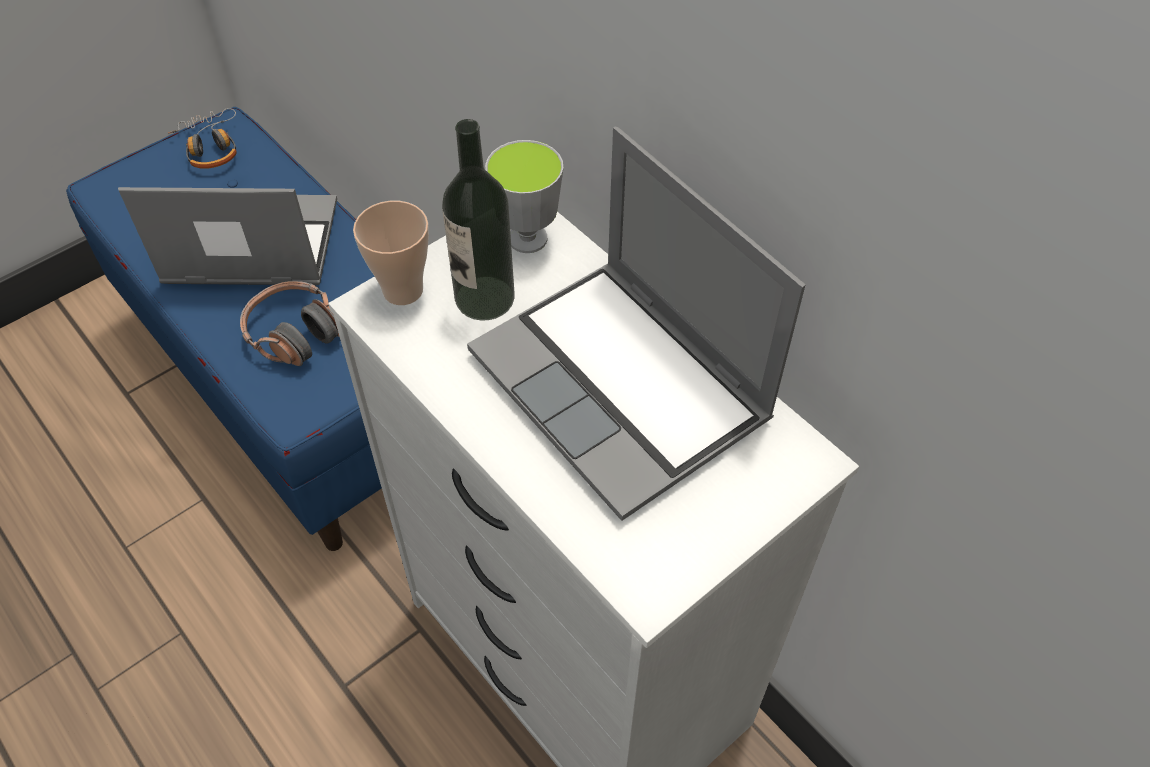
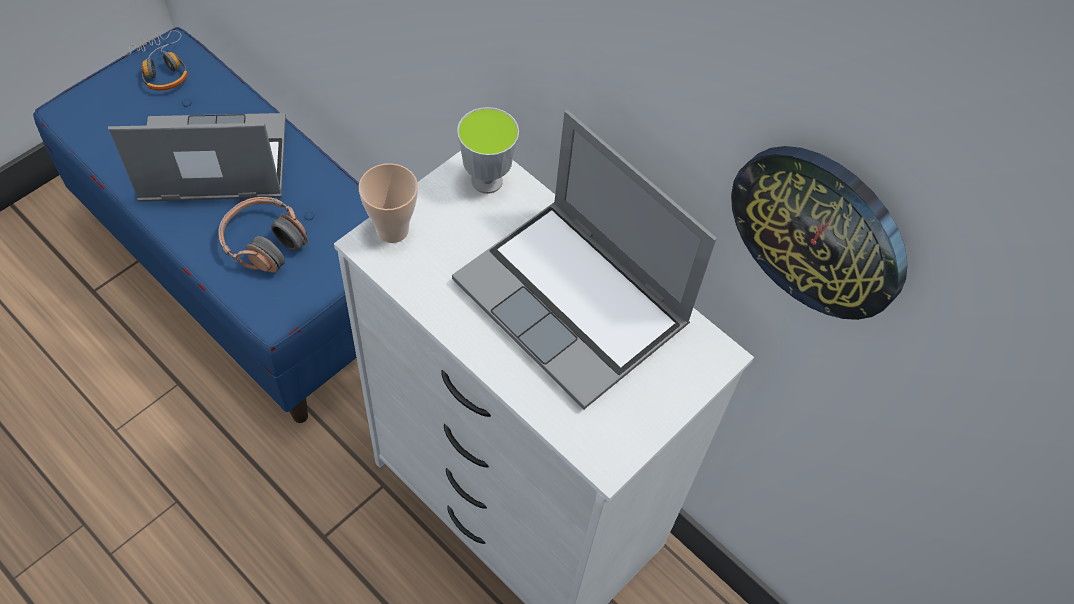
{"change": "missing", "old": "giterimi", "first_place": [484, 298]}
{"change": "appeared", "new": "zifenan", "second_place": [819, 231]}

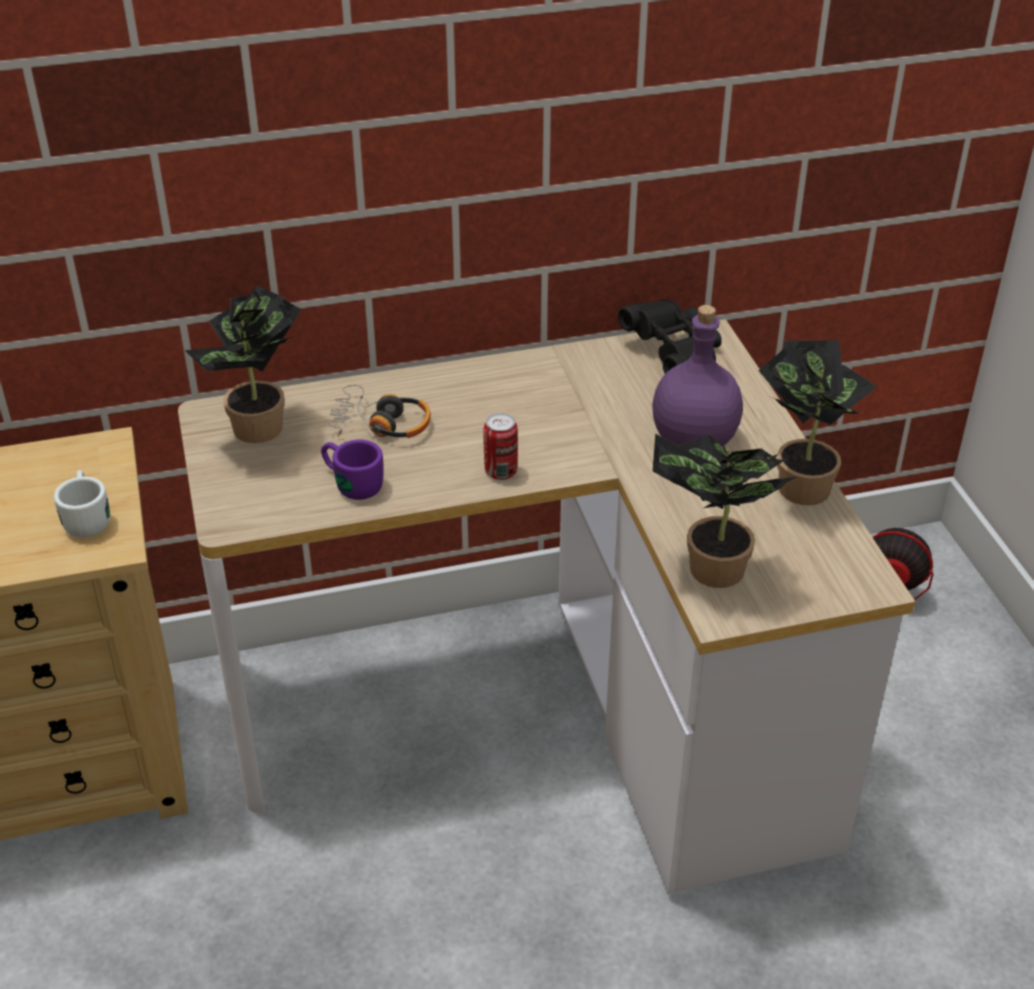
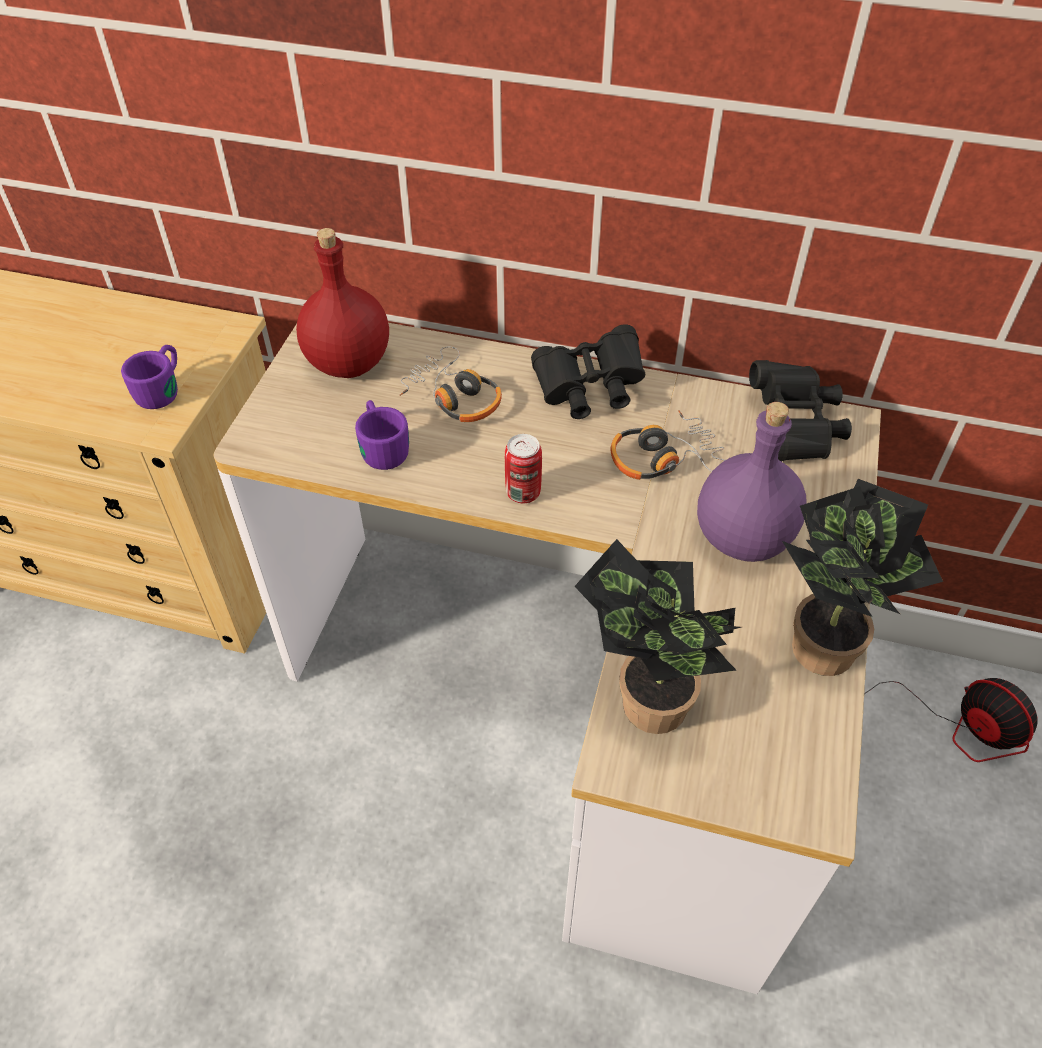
{"change": "appeared", "new": "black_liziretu", "second_place": [589, 390]}
{"change": "appeared", "new": "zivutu", "second_place": [664, 458]}
{"change": "exchanged", "old": "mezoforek", "new": "red_giterimi", "first_place": [260, 432], "second_place": [347, 364]}
{"change": "colour", "old": "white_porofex", "new": "purple_porofex", "first_place": [87, 516], "second_place": [163, 388]}

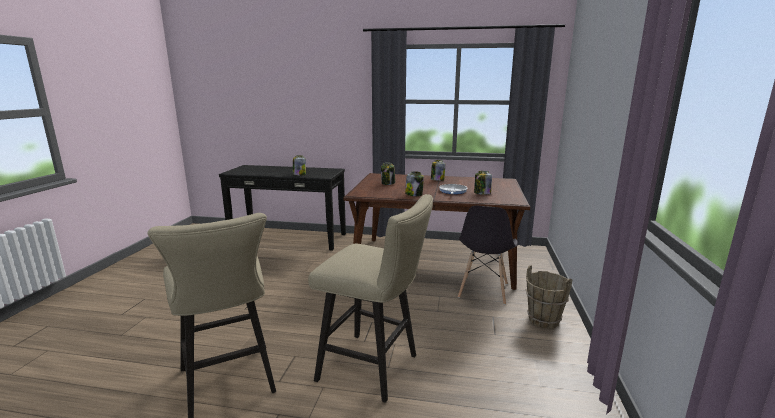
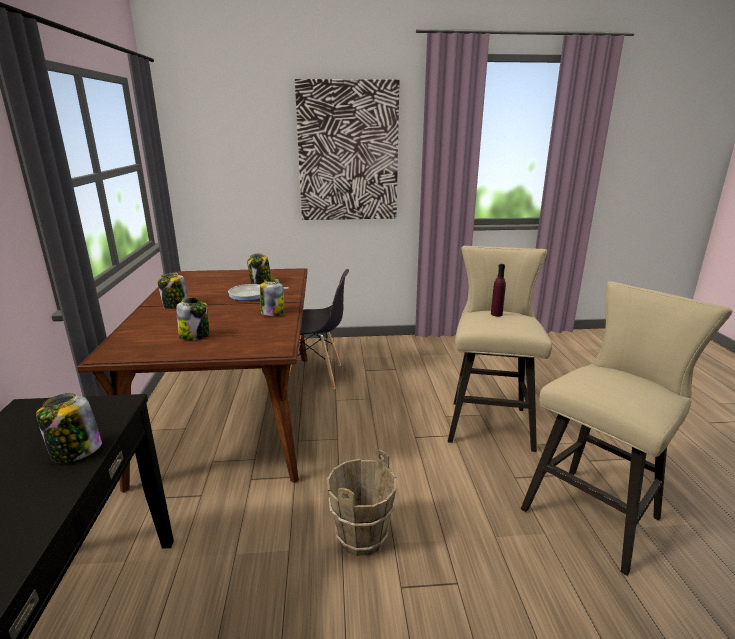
{"change": "appeared", "new": "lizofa", "second_place": [348, 152]}
{"change": "appeared", "new": "purple_giterimi", "second_place": [496, 314]}
{"change": "relocated", "old": "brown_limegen", "first_place": [543, 320], "second_place": [361, 537]}

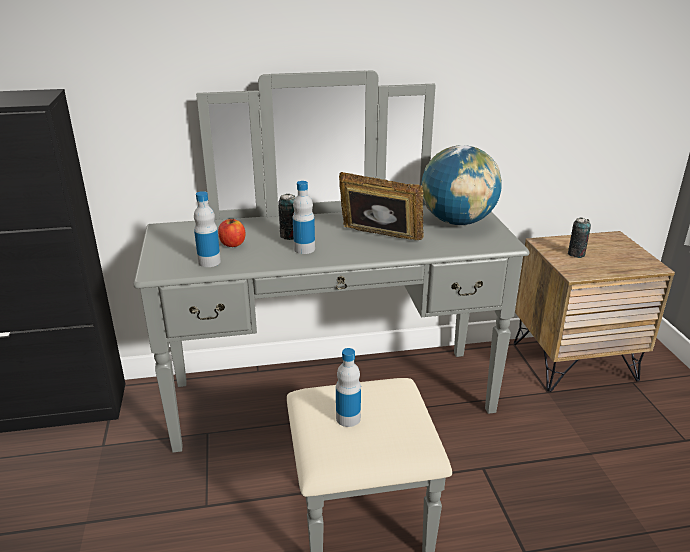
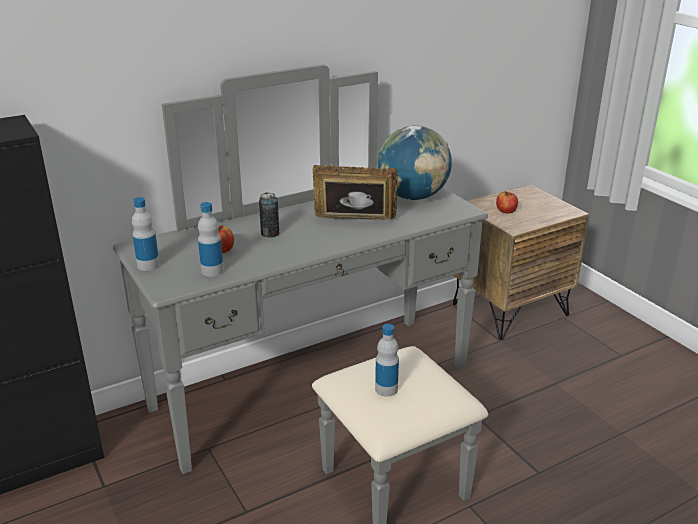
{"change": "relocated", "old": "giterimi", "first_place": [304, 249], "second_place": [148, 265]}
{"change": "exchanged", "old": "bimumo", "new": "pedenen", "first_place": [576, 254], "second_place": [506, 211]}

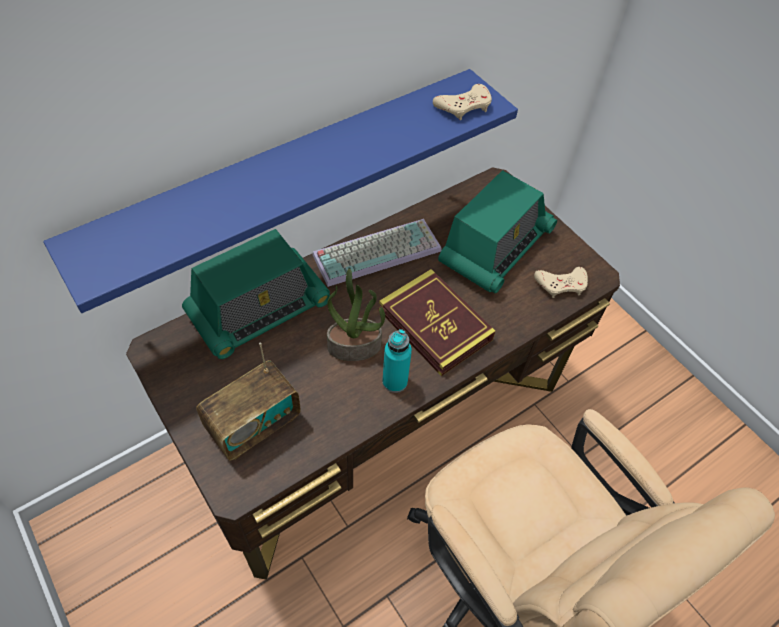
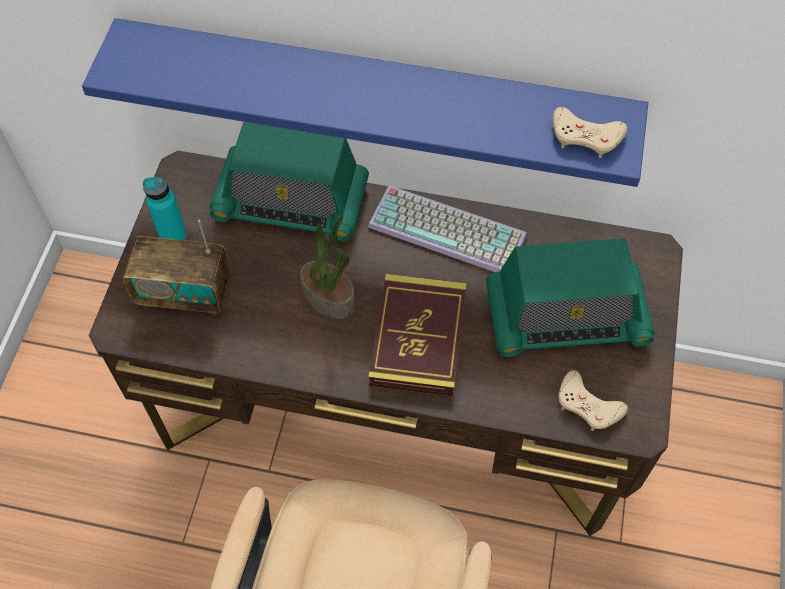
{"change": "relocated", "old": "turquoise_giterimi", "first_place": [395, 381], "second_place": [173, 236]}

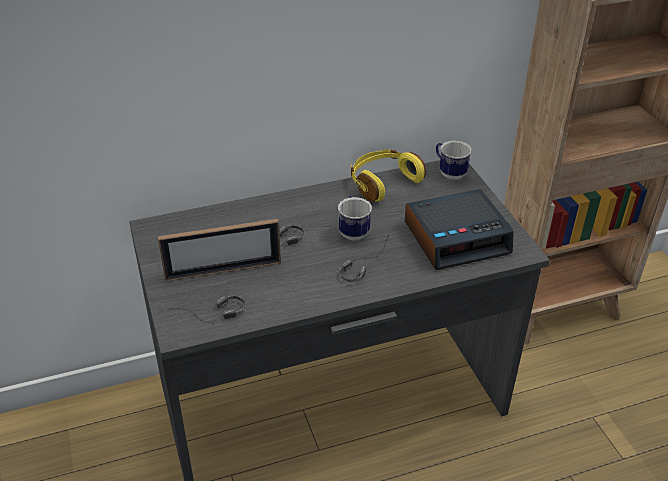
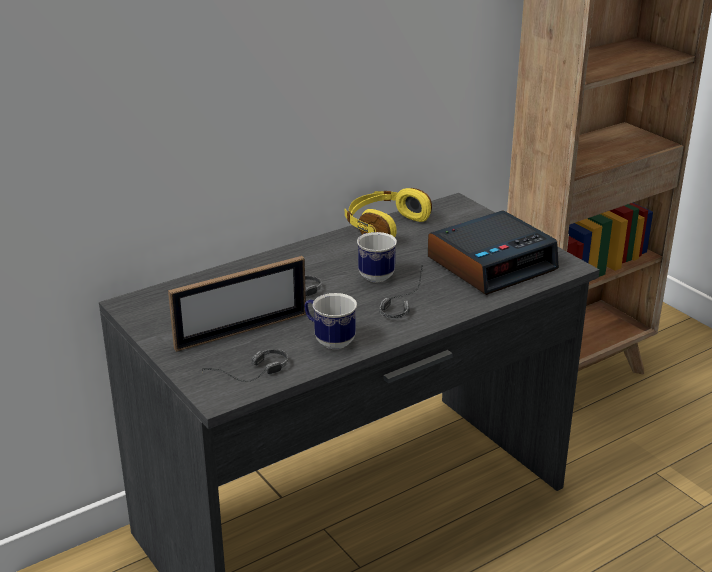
{"change": "relocated", "old": "porofex", "first_place": [449, 173], "second_place": [329, 340]}

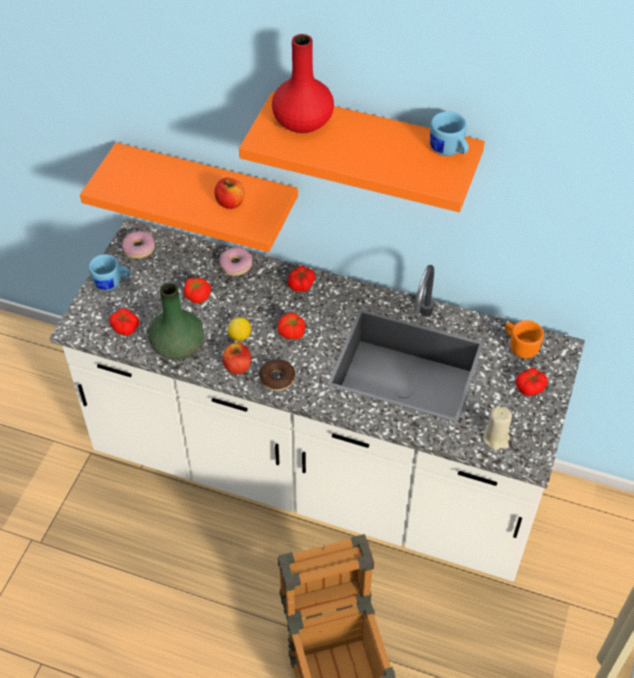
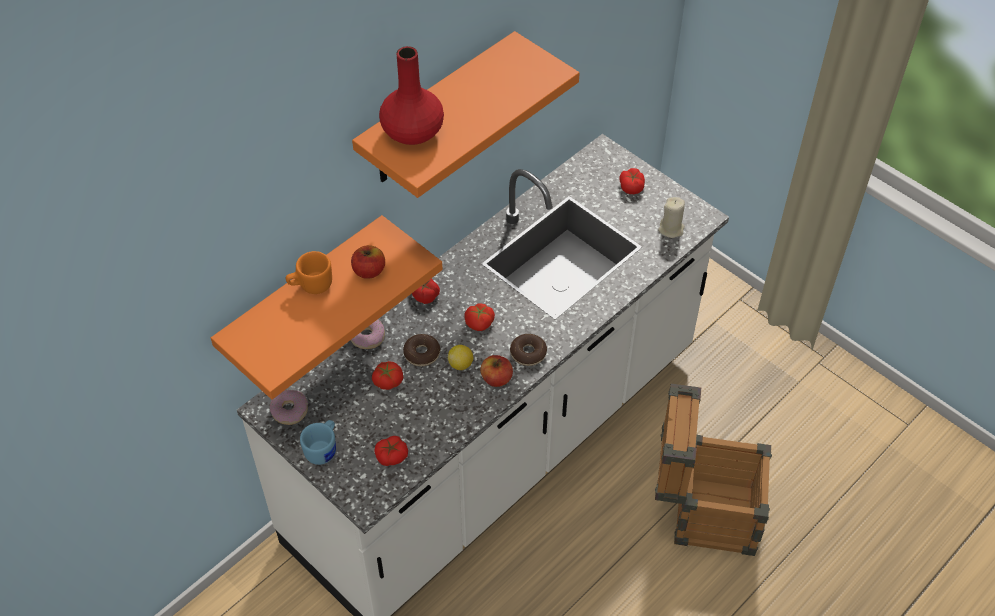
{"change": "missing", "old": "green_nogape", "first_place": [178, 347]}
{"change": "missing", "old": "blue_porofex", "first_place": [449, 151]}
{"change": "appeared", "new": "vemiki", "second_place": [422, 354]}
{"change": "relocated", "old": "orange_porofex", "first_place": [520, 346], "second_place": [310, 285]}

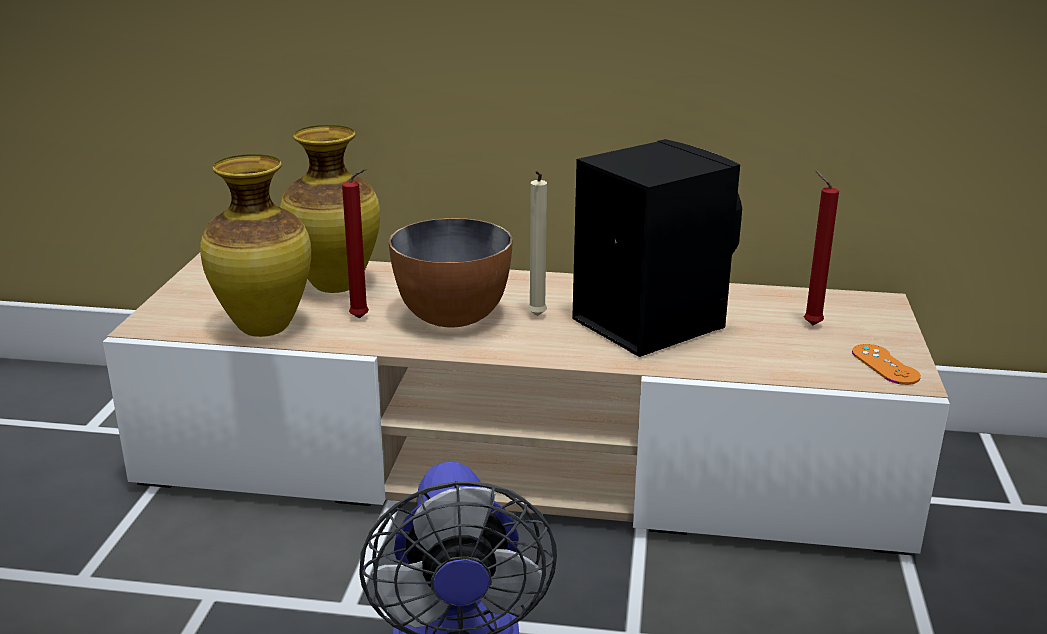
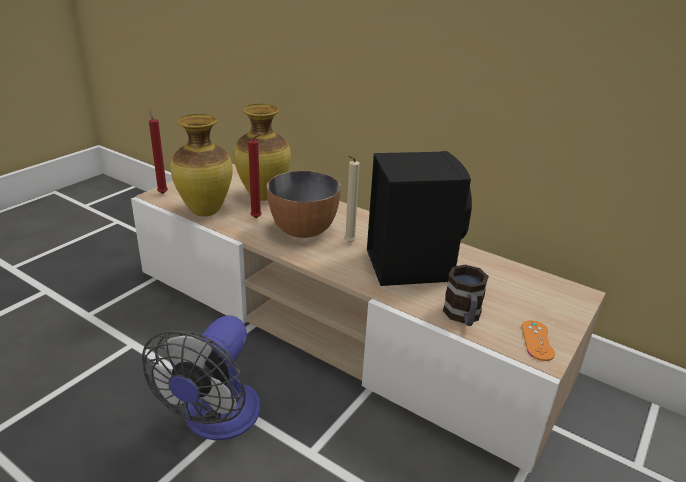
{"change": "appeared", "new": "porofex", "second_place": [463, 316]}
{"change": "relocated", "old": "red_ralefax", "first_place": [809, 324], "second_place": [162, 193]}

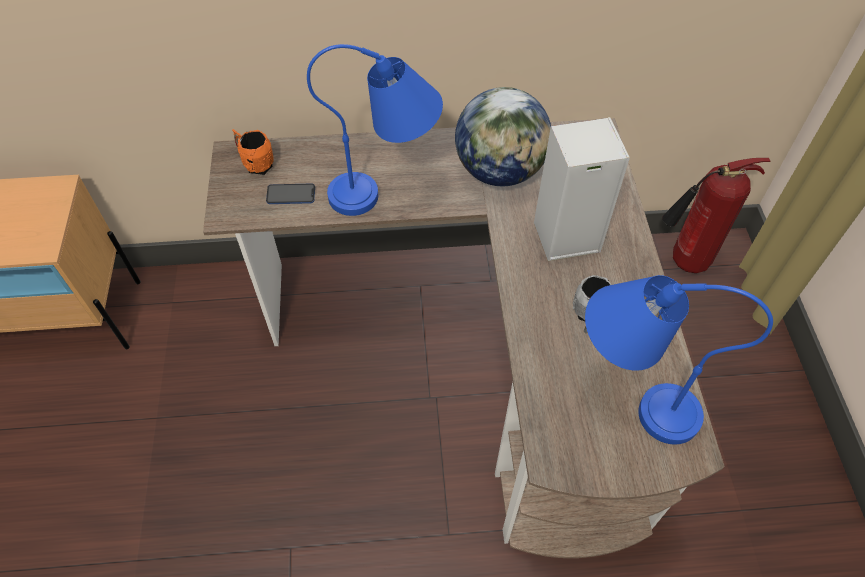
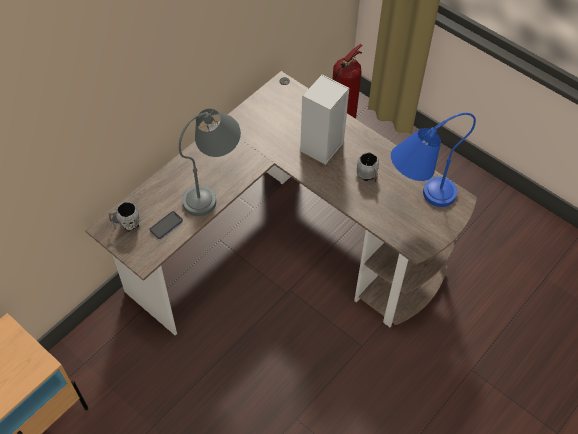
{"change": "missing", "old": "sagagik", "first_place": [500, 171]}
{"change": "colour", "old": "orange_porofex", "new": "grey_porofex", "first_place": [255, 163], "second_place": [126, 224]}
{"change": "colour", "old": "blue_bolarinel", "new": "grey_bolarinel", "first_place": [387, 190], "second_place": [213, 186]}

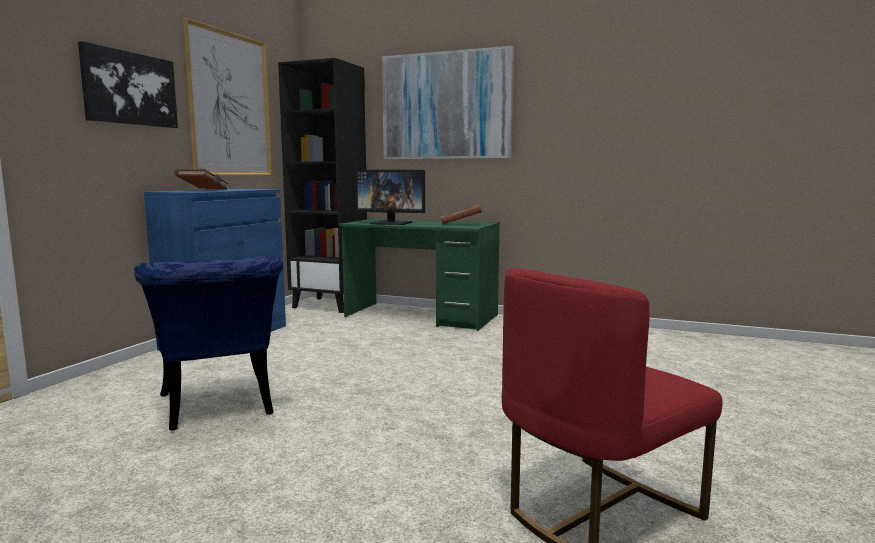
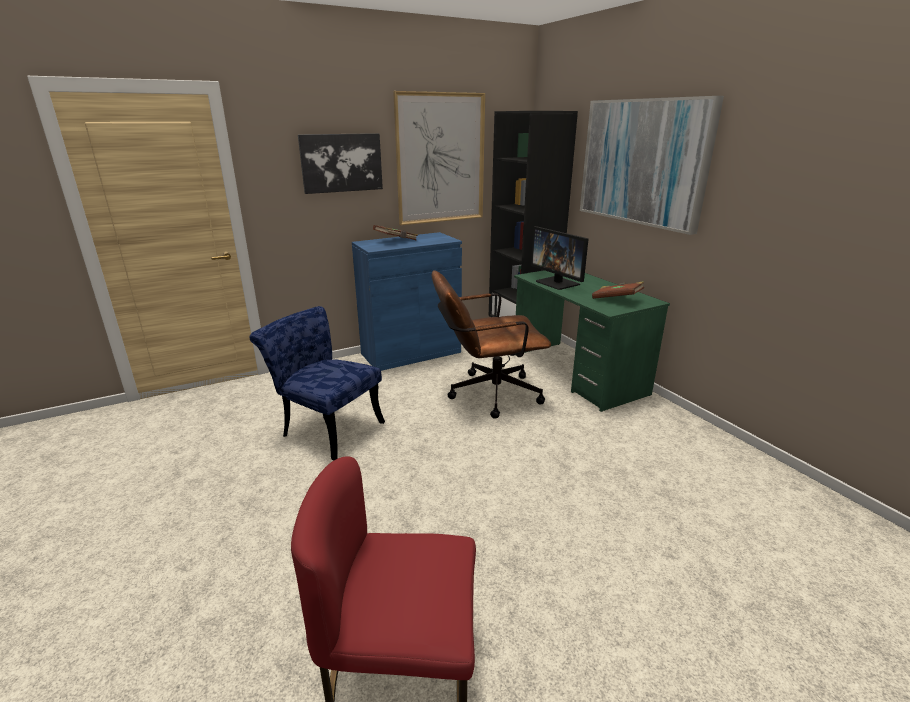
{"change": "appeared", "new": "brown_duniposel", "second_place": [486, 394]}
{"change": "spun", "old": "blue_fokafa", "first_place": [218, 409], "second_place": [326, 427], "degrees": 105}

